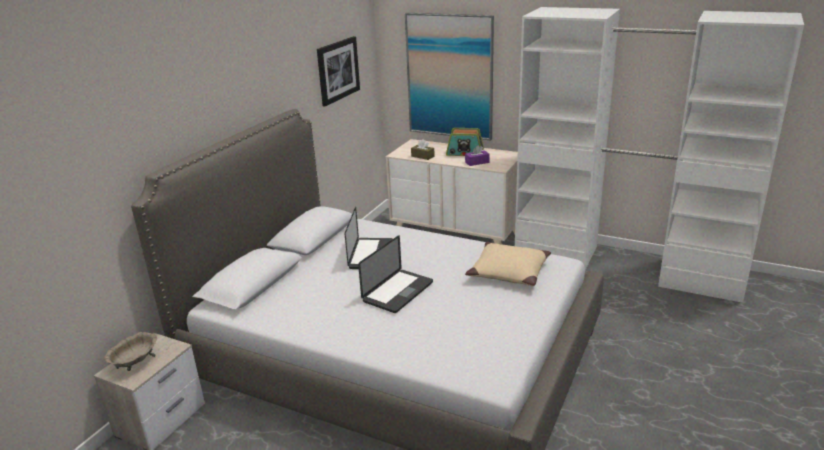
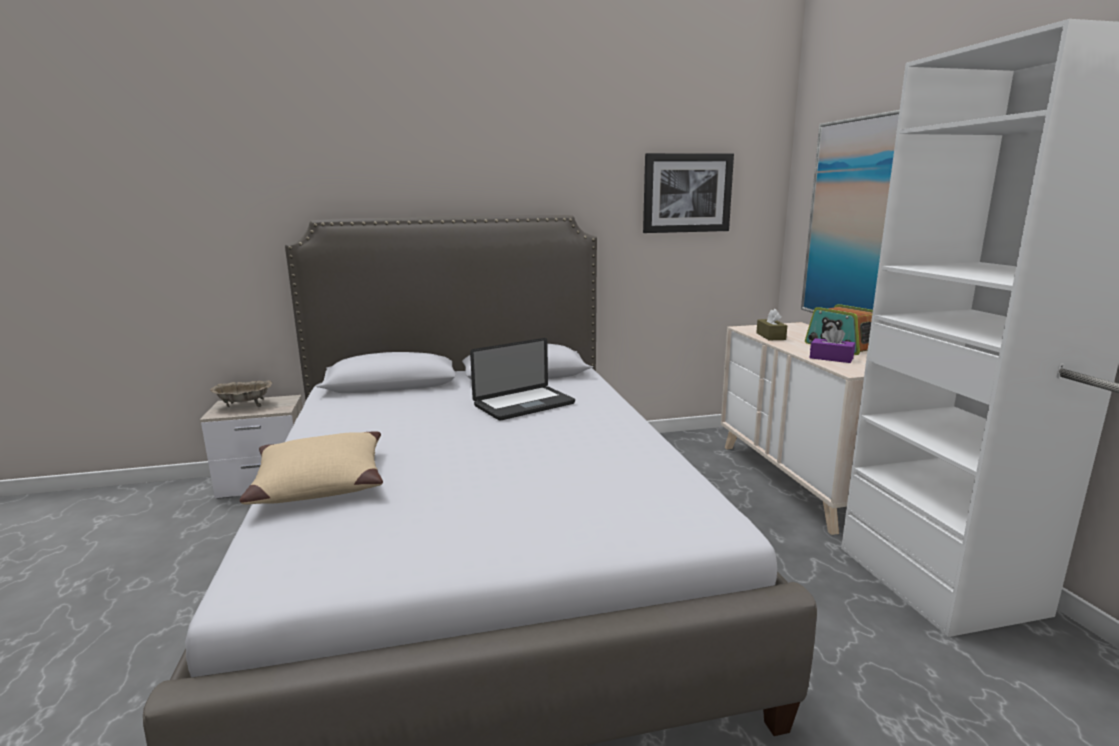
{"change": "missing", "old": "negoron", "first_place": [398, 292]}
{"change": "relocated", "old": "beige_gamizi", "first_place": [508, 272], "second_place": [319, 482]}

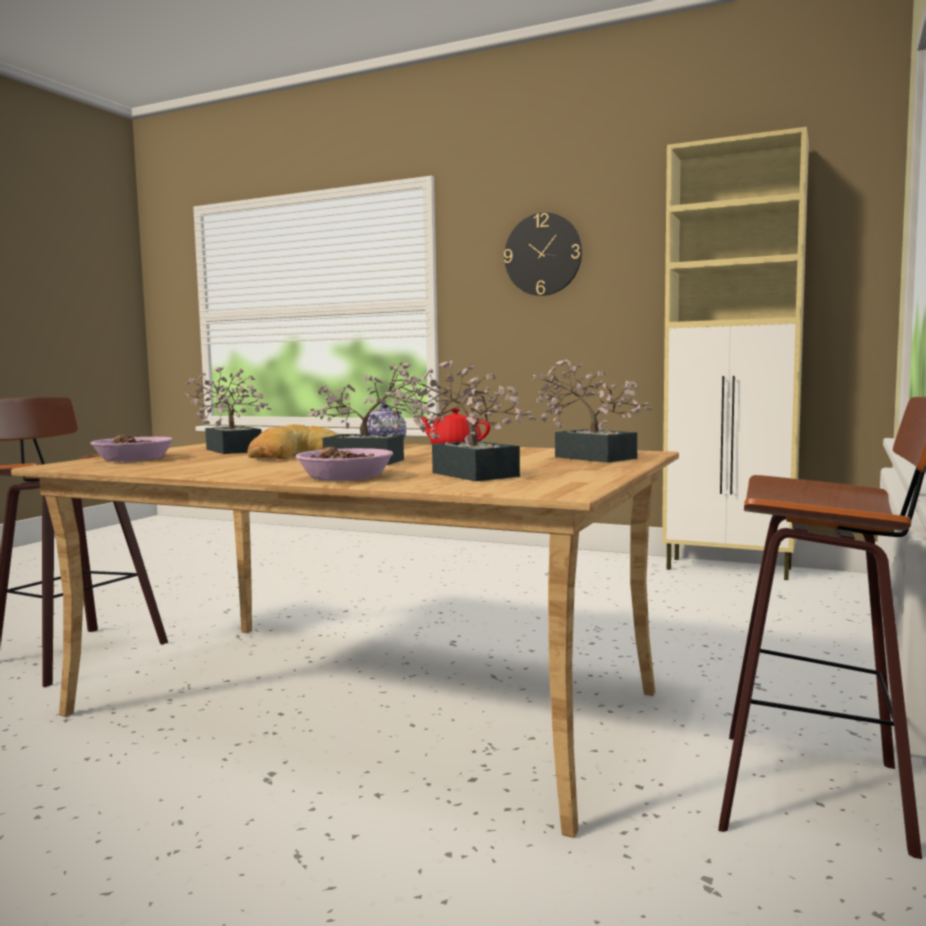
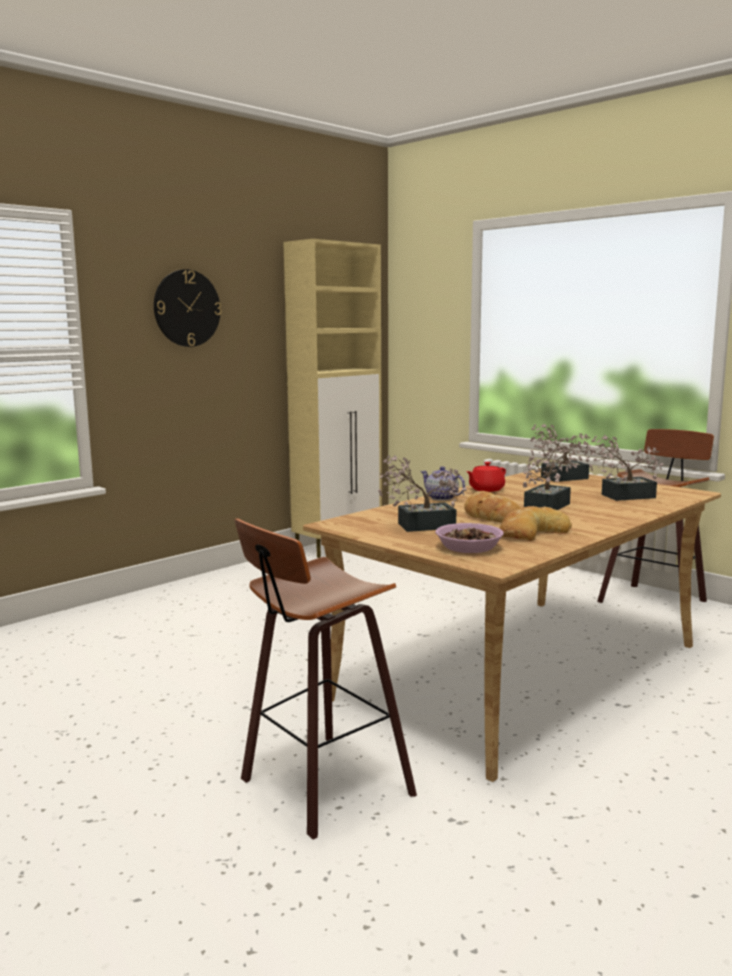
{"change": "missing", "old": "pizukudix", "first_place": [344, 477]}
{"change": "appeared", "new": "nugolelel", "second_place": [531, 532]}

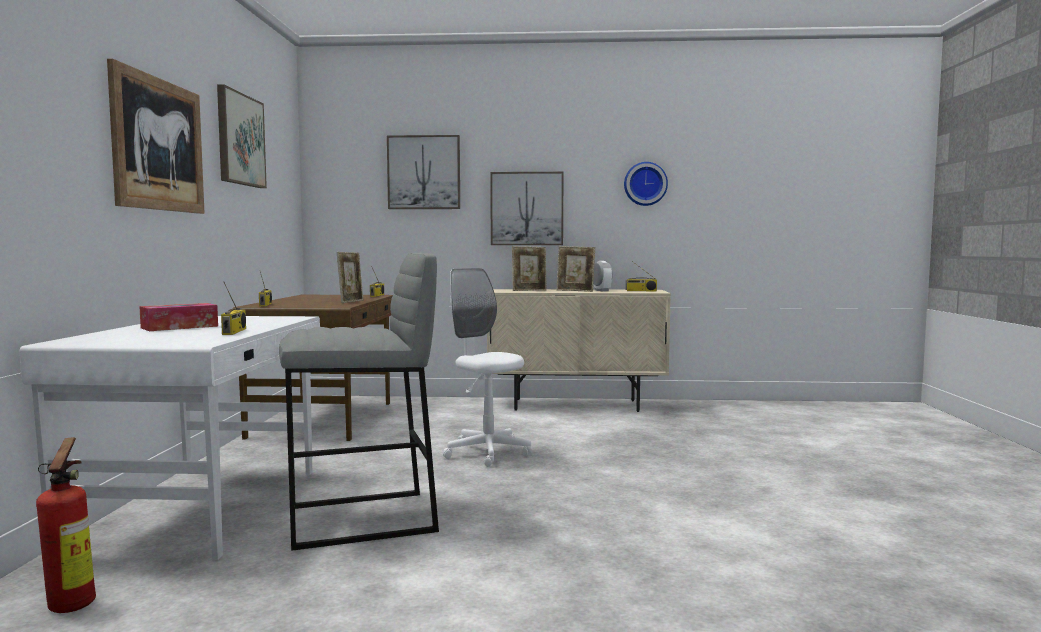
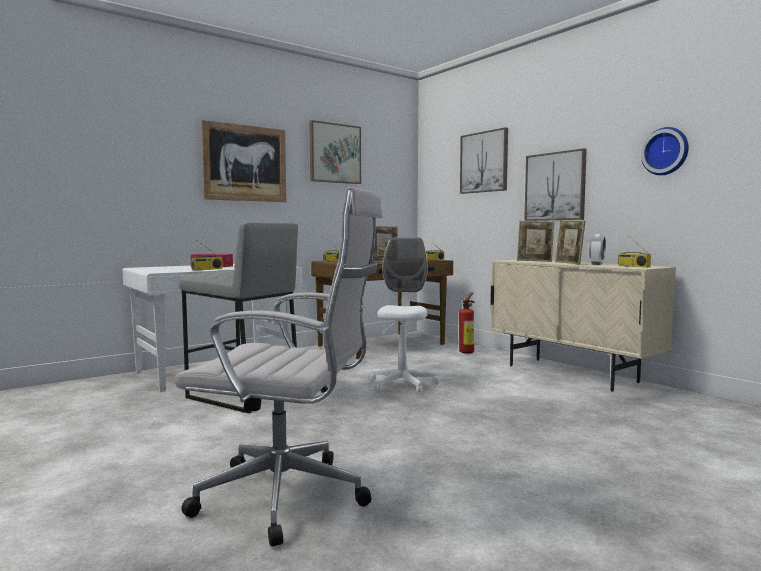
{"change": "appeared", "new": "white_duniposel", "second_place": [290, 498]}
{"change": "relocated", "old": "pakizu", "first_place": [75, 602], "second_place": [468, 352]}

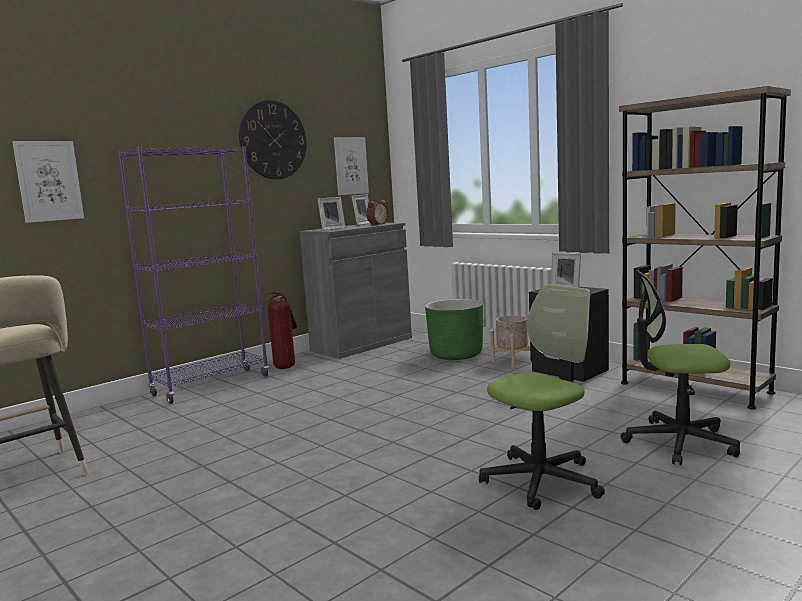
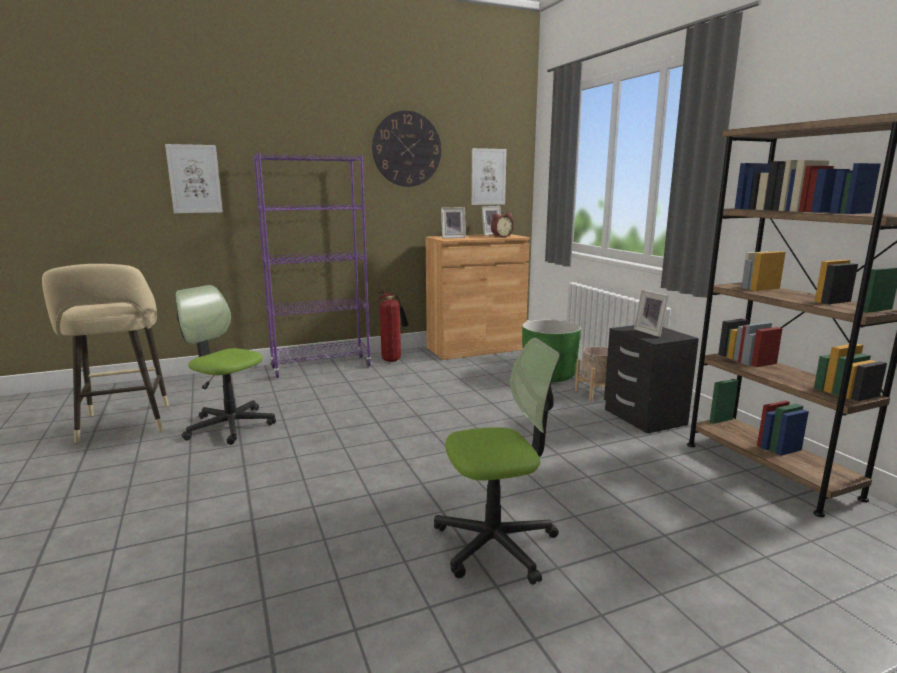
{"change": "relocated", "old": "duniposel", "first_place": [679, 442], "second_place": [230, 426]}
{"change": "colour", "old": "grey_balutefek", "new": "brown_balutefek", "first_place": [362, 344], "second_place": [475, 348]}

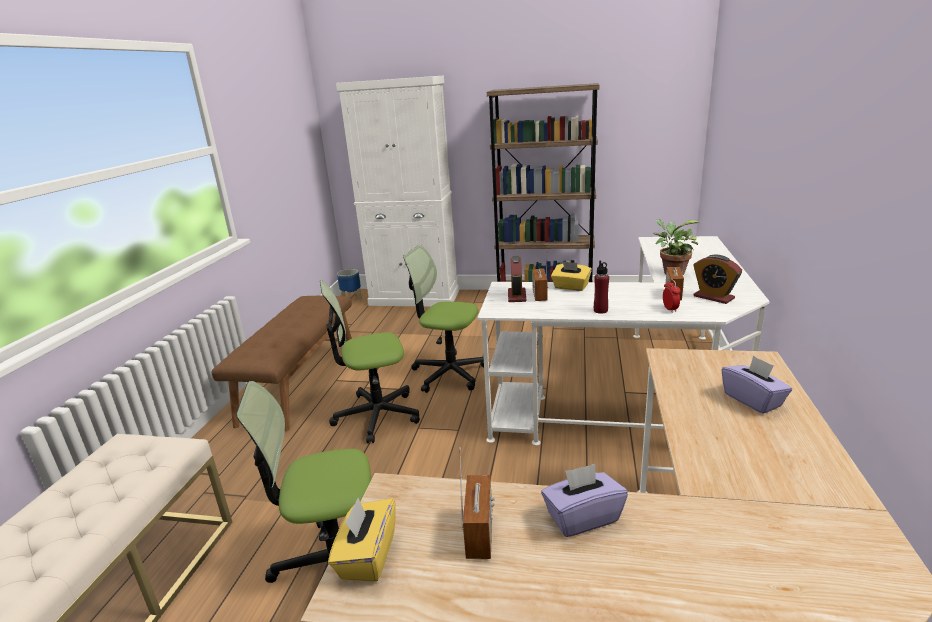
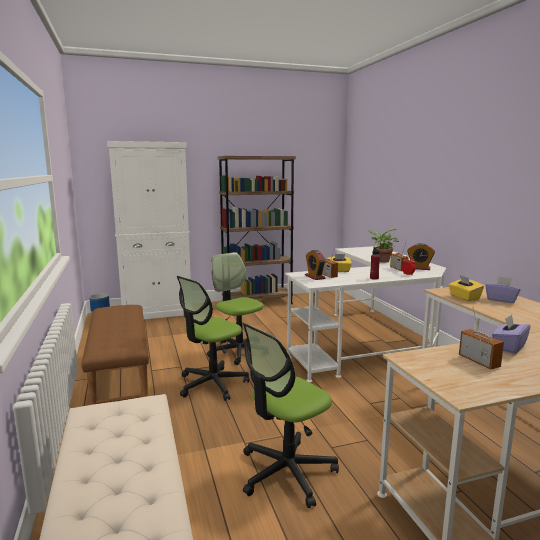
{"change": "relocated", "old": "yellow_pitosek", "first_place": [367, 556], "second_place": [464, 298]}
{"change": "spun", "old": "duniposel", "first_place": [449, 373], "second_place": [238, 351], "degrees": 60}

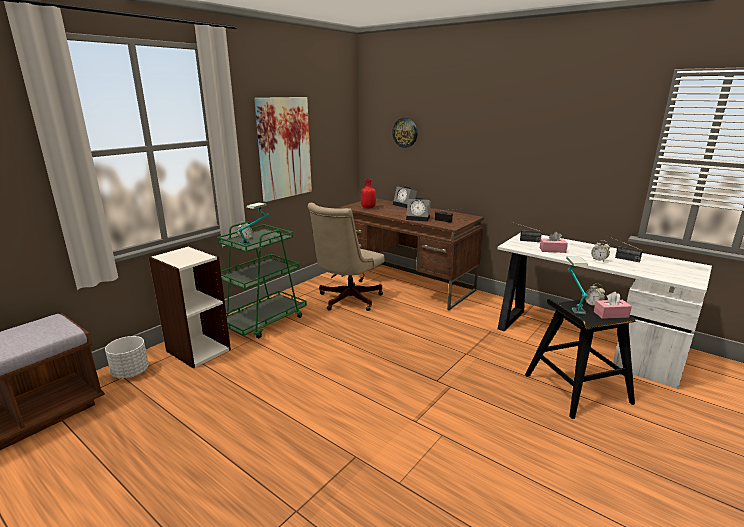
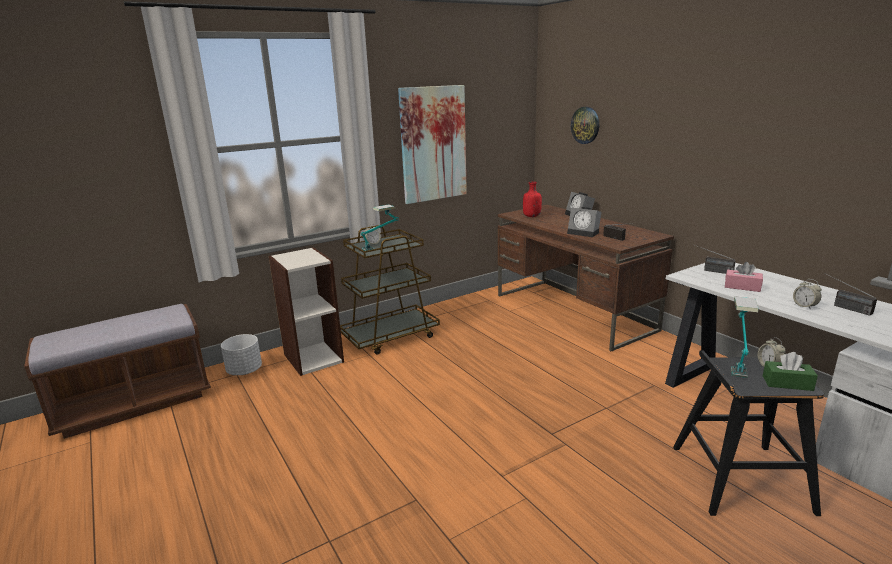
{"change": "missing", "old": "beige_duniposel", "first_place": [347, 300]}
{"change": "colour", "old": "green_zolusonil", "new": "brown_zolusonil", "first_place": [264, 321], "second_place": [390, 337]}
{"change": "colour", "old": "pink_pitosek", "new": "green_pitosek", "first_place": [611, 314], "second_place": [787, 383]}

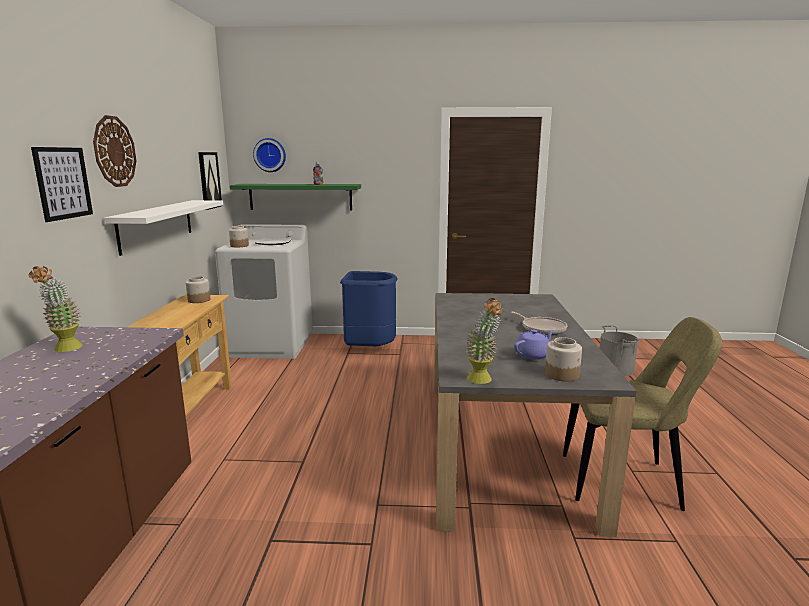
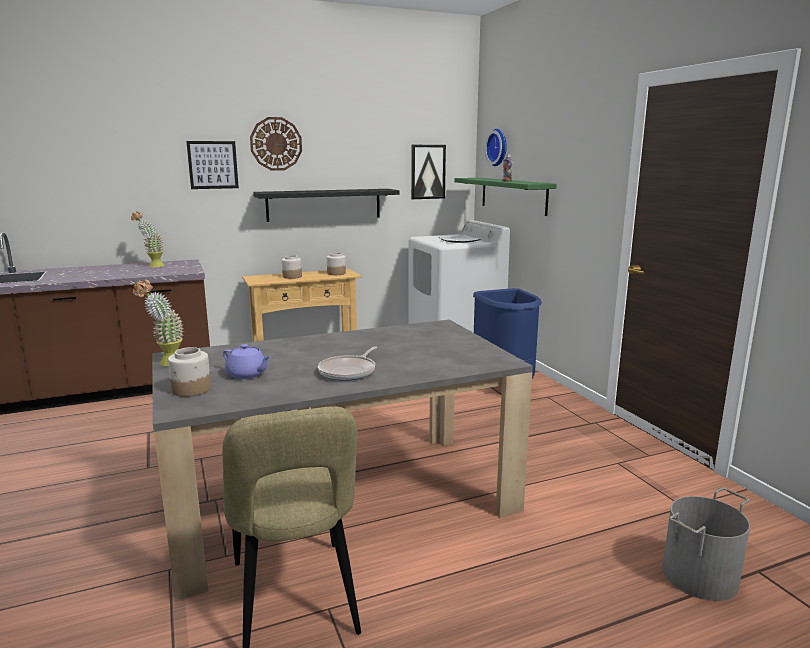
{"change": "relocated", "old": "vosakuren", "first_place": [239, 246], "second_place": [292, 277]}
{"change": "colour", "old": "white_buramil", "new": "black_buramil", "first_place": [157, 225], "second_place": [324, 204]}

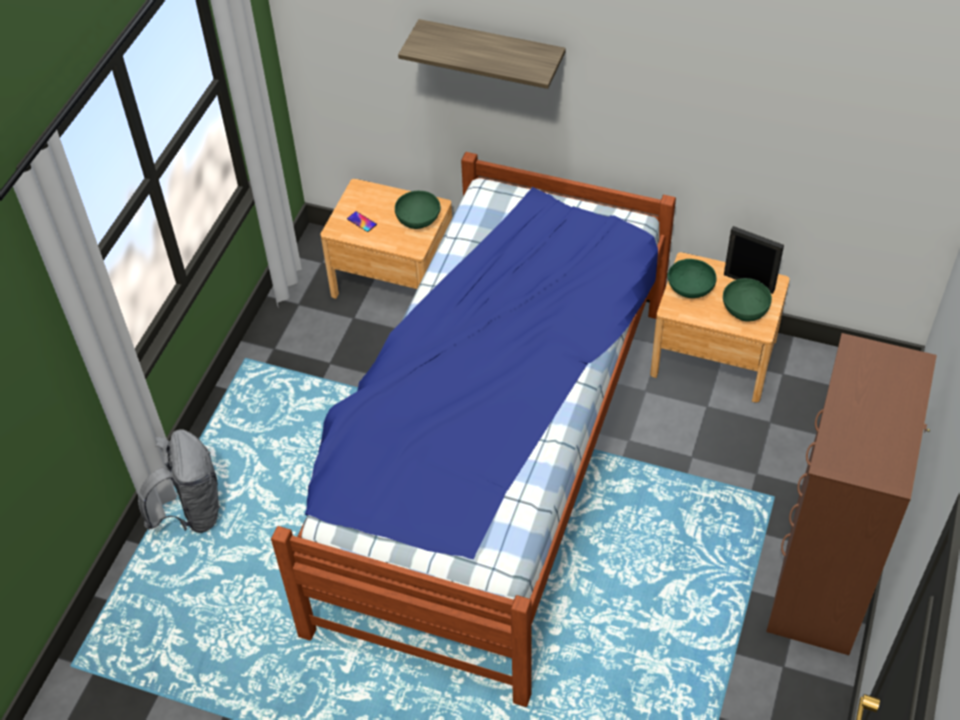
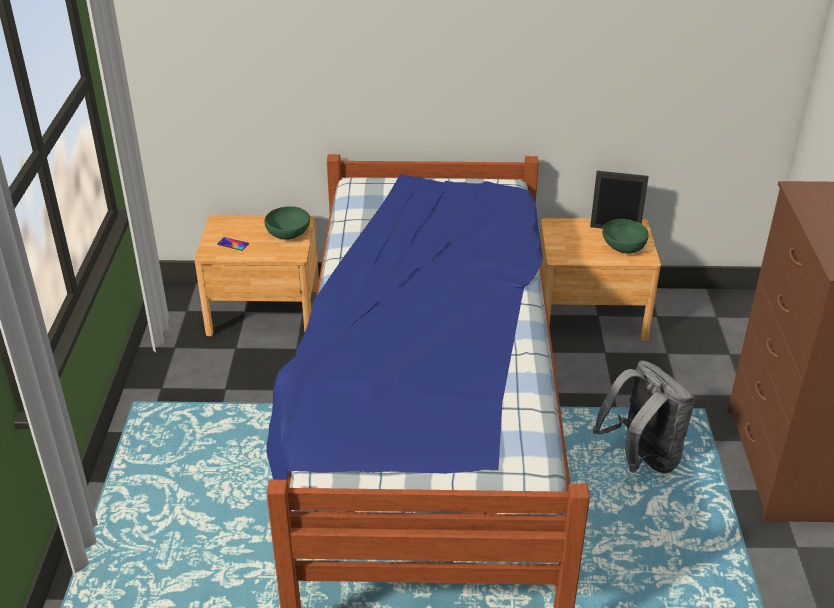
{"change": "missing", "old": "buramil", "first_place": [491, 54]}
{"change": "missing", "old": "green_pizukudix", "first_place": [690, 289]}
{"change": "relocated", "old": "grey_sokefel", "first_place": [190, 511], "second_place": [641, 459]}

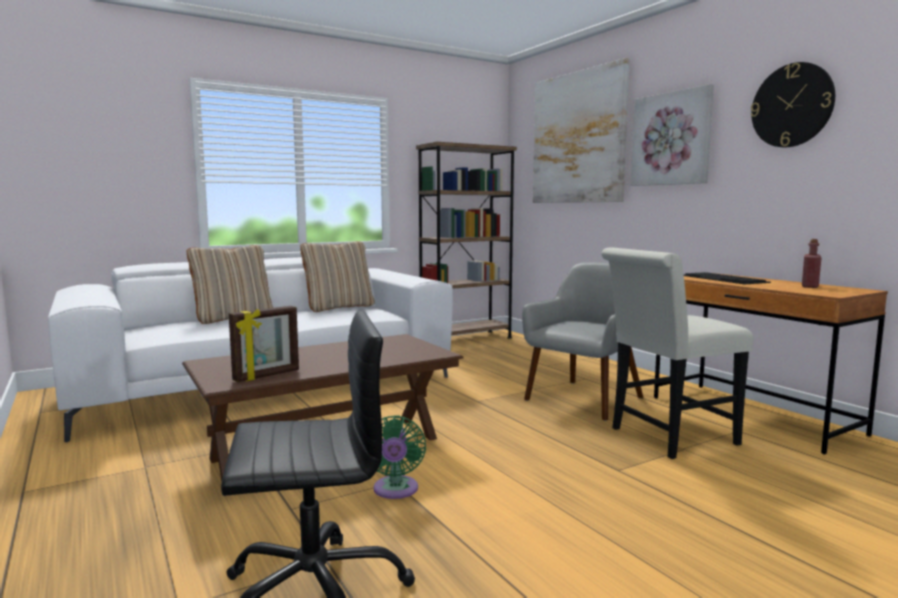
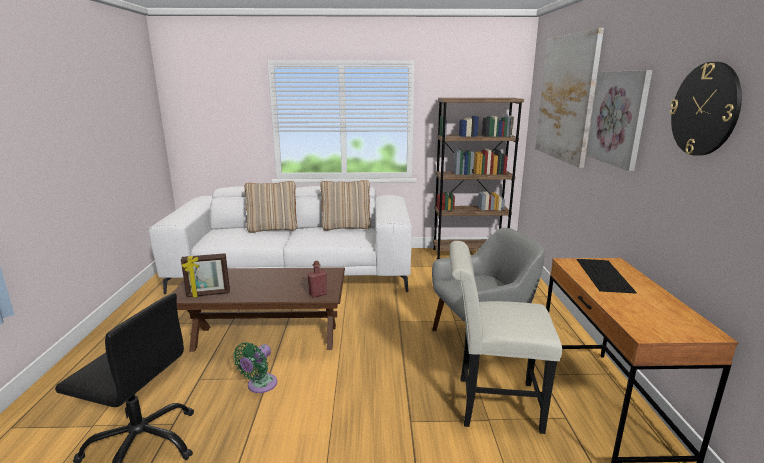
{"change": "relocated", "old": "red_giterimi", "first_place": [809, 286], "second_place": [318, 294]}

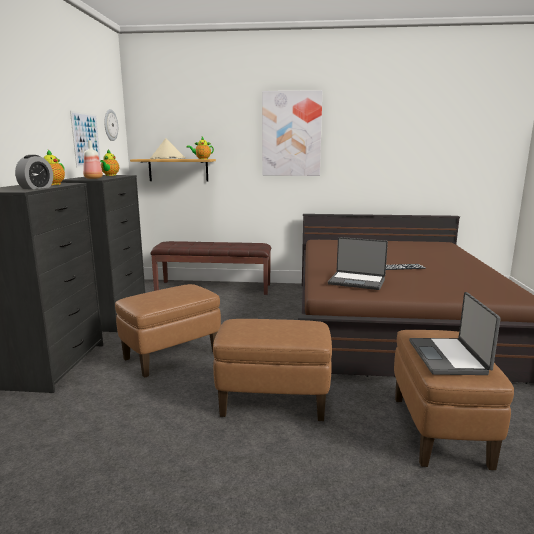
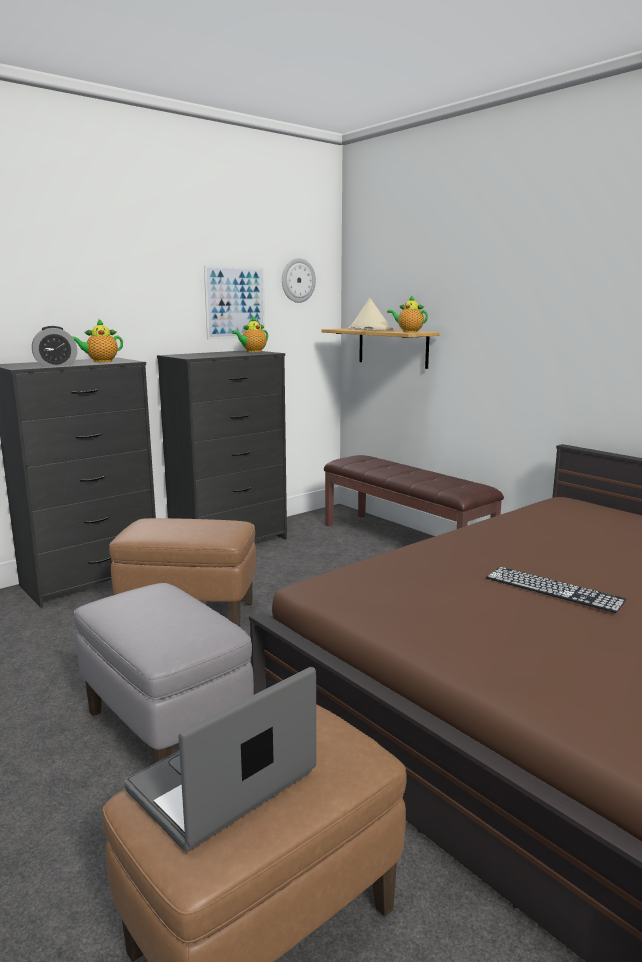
{"change": "missing", "old": "giterimi", "first_place": [93, 178]}
{"change": "missing", "old": "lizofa", "first_place": [291, 134]}
{"change": "missing", "old": "negoron", "first_place": [357, 281]}
{"change": "colour", "old": "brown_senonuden", "new": "grey_senonuden", "first_place": [272, 402], "second_place": [165, 730]}

